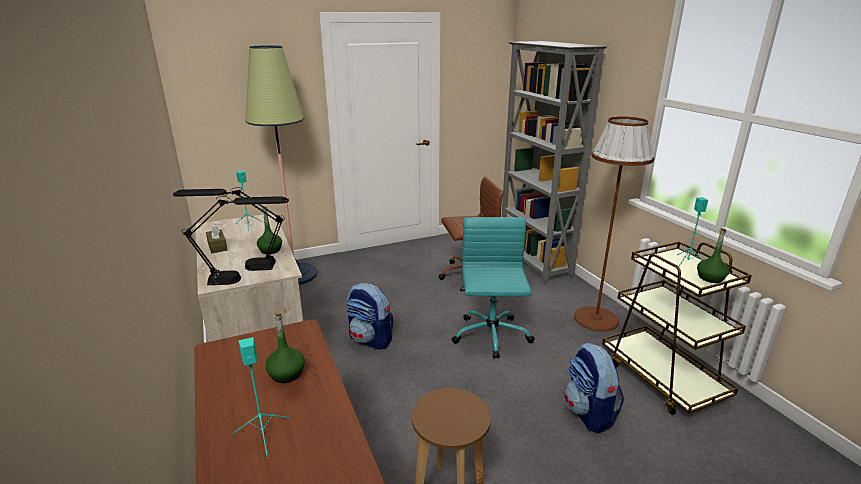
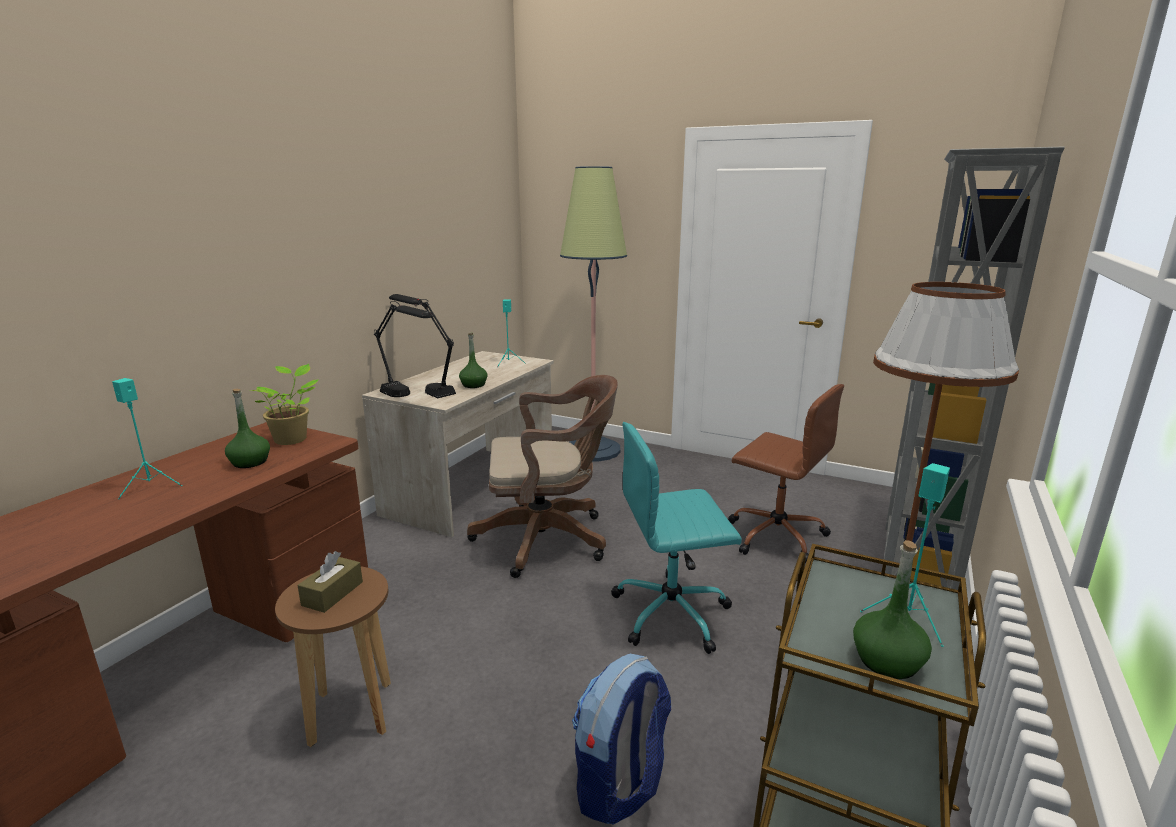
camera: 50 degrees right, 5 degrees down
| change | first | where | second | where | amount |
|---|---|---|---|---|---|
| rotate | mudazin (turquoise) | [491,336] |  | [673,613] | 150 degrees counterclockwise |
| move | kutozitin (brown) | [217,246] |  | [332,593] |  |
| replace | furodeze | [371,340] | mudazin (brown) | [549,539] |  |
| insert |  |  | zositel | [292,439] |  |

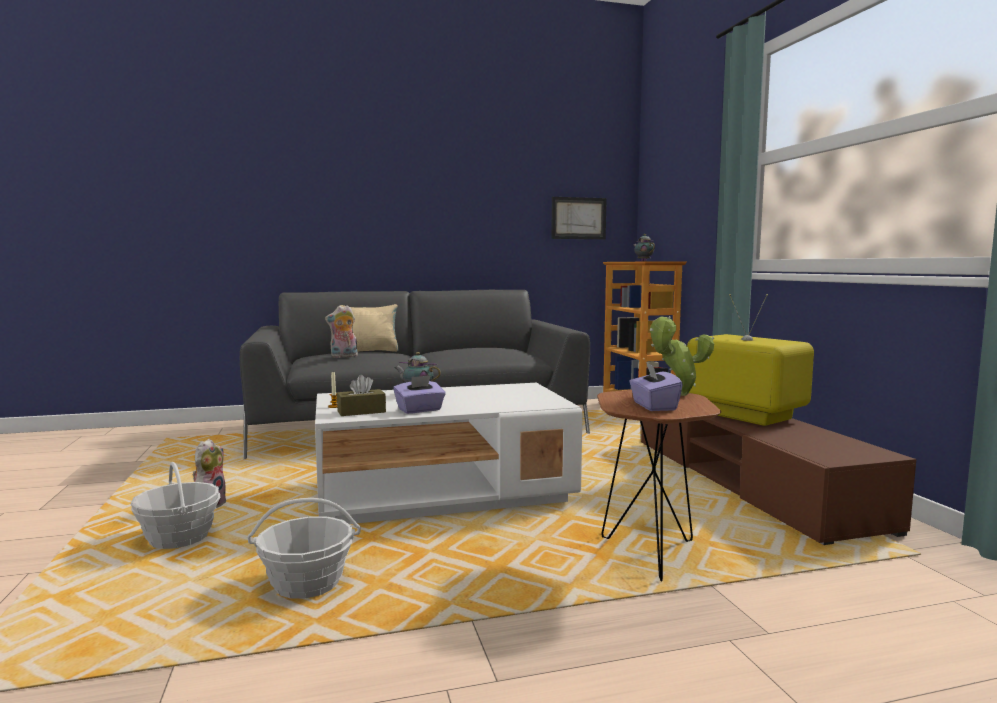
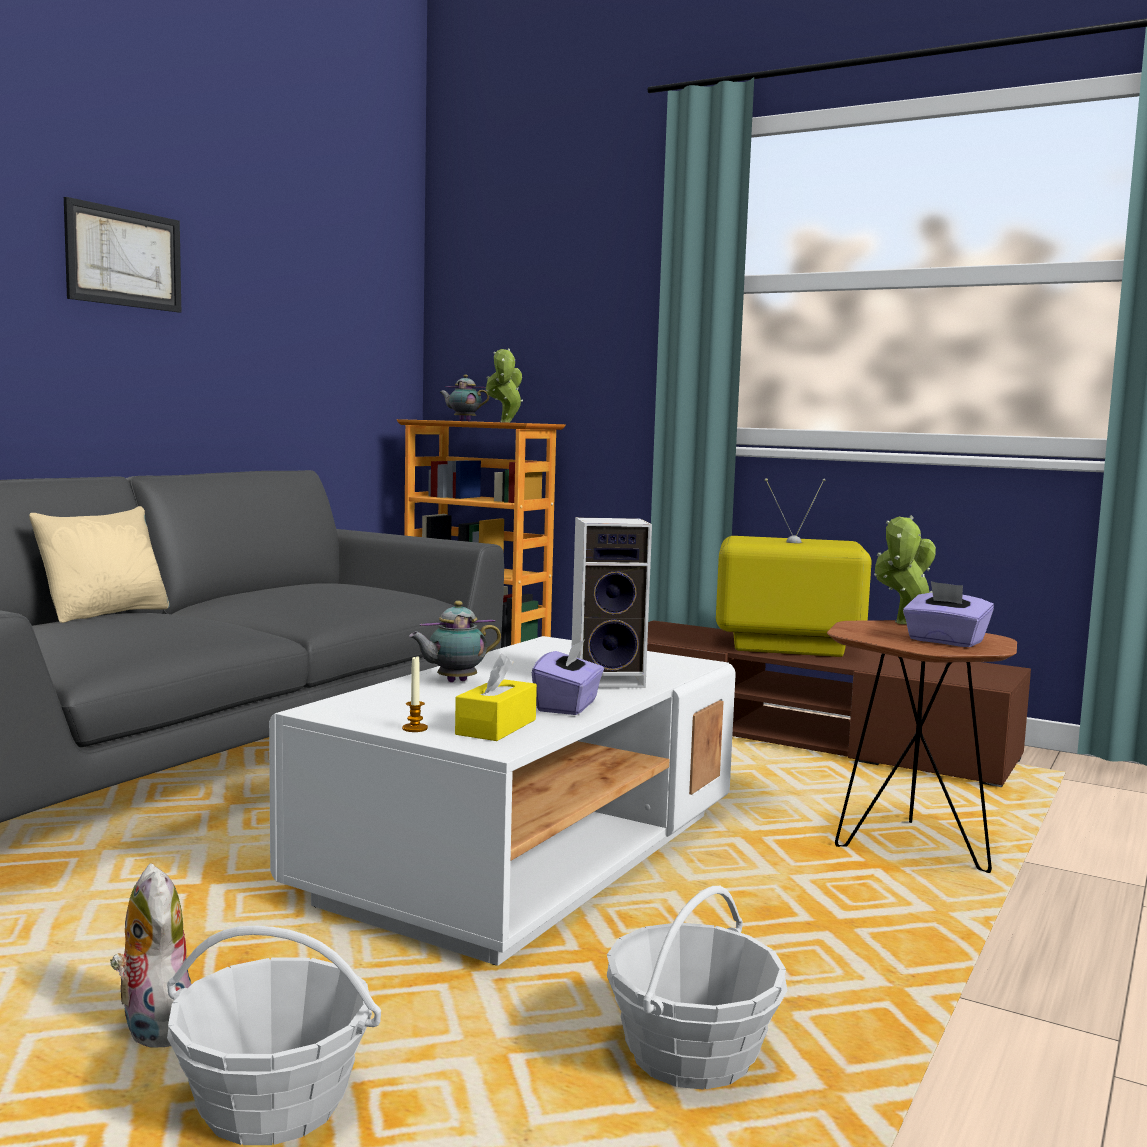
camera: 45 degrees left, 0 degrees up
| change | first | where | second | where | amount |
|---|---|---|---|---|---|
| move | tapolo | [578,218] |  | [124,258] |  |
| delete | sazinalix | [343,356] |  |  |  |
| recolor | kutozitin (brown) | [361,411] | kutozitin (yellow) | [496,727] |  |
| insert |  |  | zositel | [505,422] |  |
| insert |  |  | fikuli | [610,680] |  |

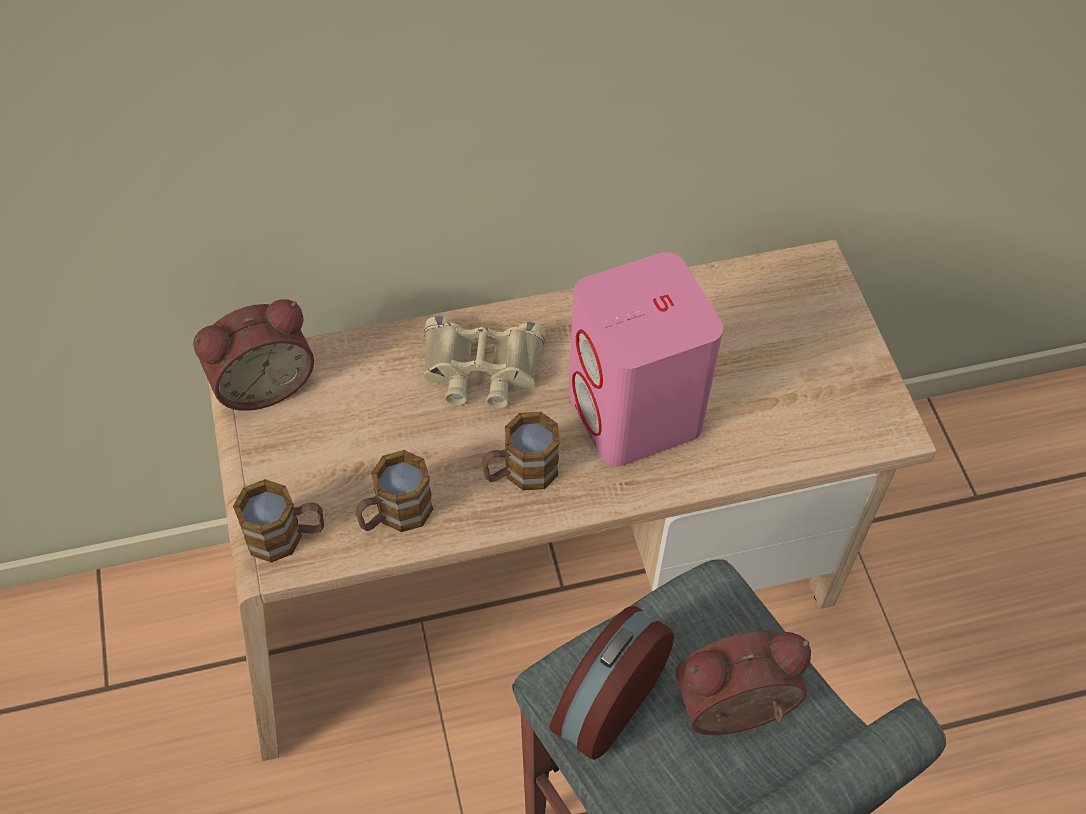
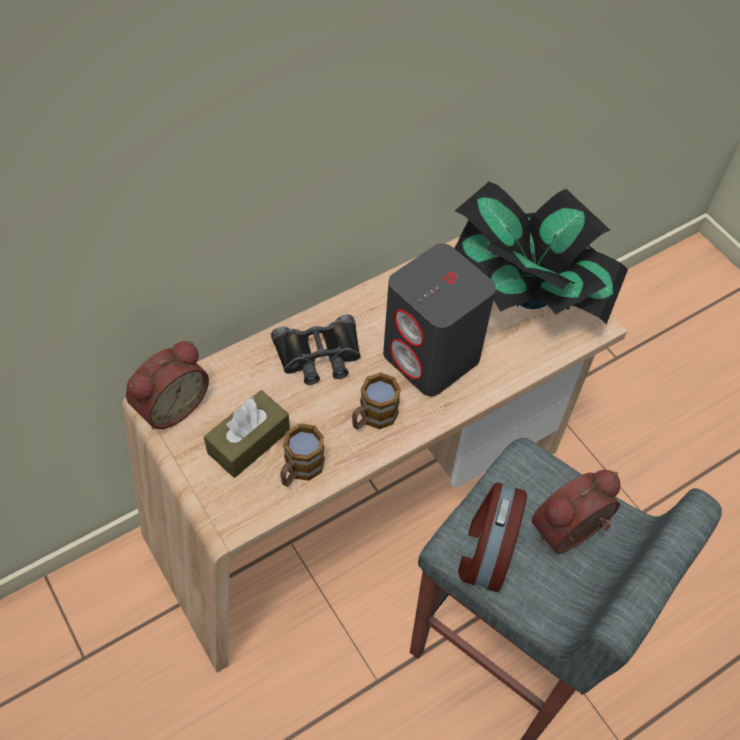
camera: 20 degrees left, 0 degrees up
| change | first | where | second | where | amount |
|---|---|---|---|---|---|
| recolor | fikuli (pink) | [635,412] | fikuli (grey) | [432,357] |  |
| recolor | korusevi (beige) | [481,369] | korusevi (black) | [319,355] |  |
| delete | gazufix | [286,536] |  |  |  |
| insert |  |  | zositel | [528,295] |  |
| insert |  |  | kutozitin (brown) | [249,441] |  |

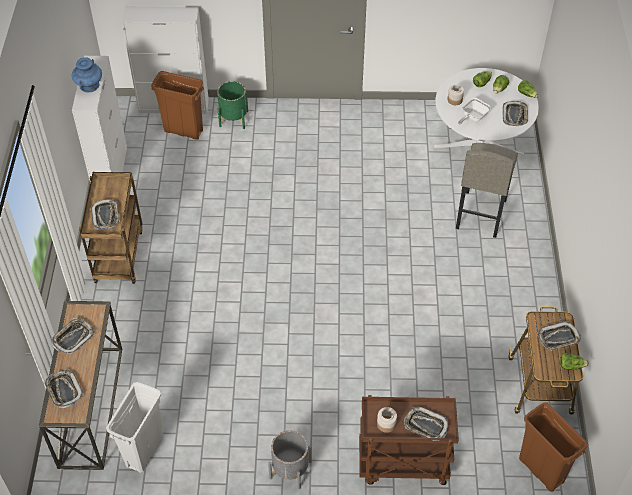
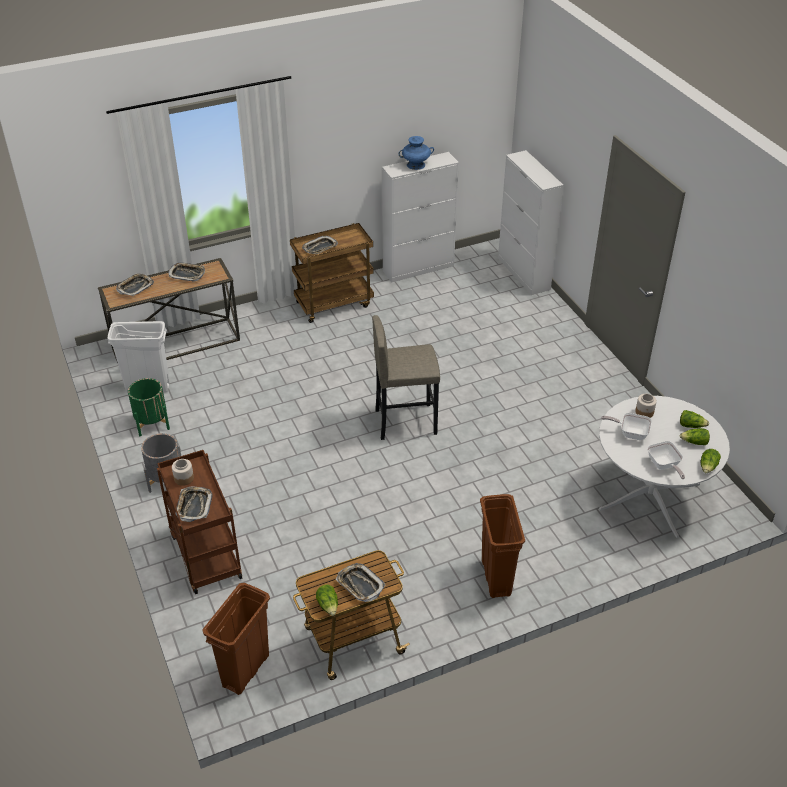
camera: 65 degrees right, 10 degrees down
| change | first | where | second | where | amount |
|---|---|---|---|---|---|
| move | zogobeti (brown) | [184,131] |  | [496,577] |  |
| move | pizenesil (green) | [233,119] |  | [152,423] |  |
| replace | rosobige | [515,115] | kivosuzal | [664,466] |  |
| move | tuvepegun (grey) | [480,214] |  | [405,421] |  |

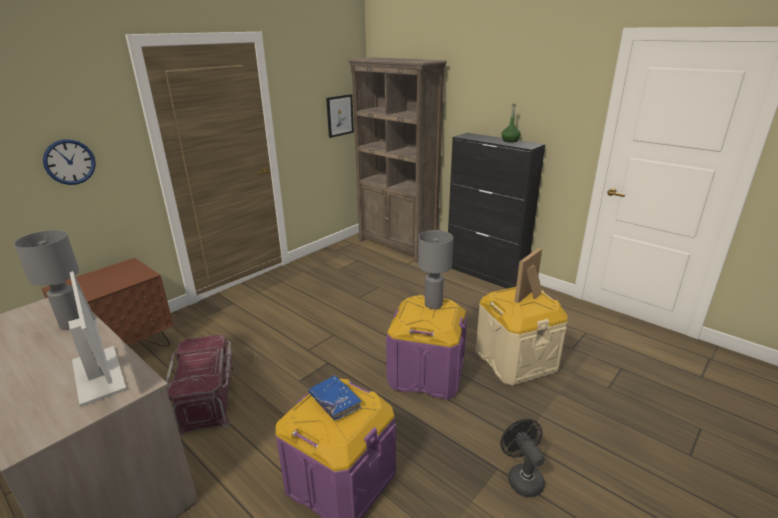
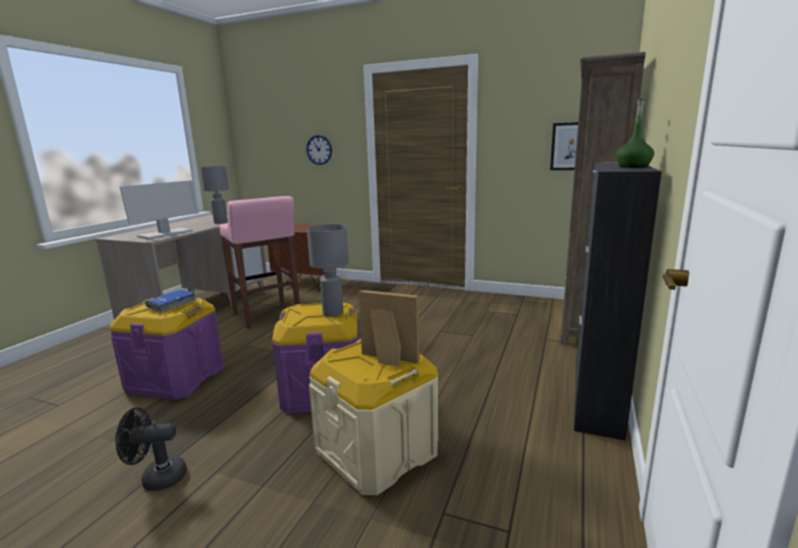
camera: 70 degrees right, 10 degrees down
| change | first | where | second | where | amount |
|---|---|---|---|---|---|
| replace | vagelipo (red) | [207,397] | tuvepegun (pink) | [267,315] |  |
| rotate | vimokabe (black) | [521,477] |  | [157,478] | 150 degrees counterclockwise |

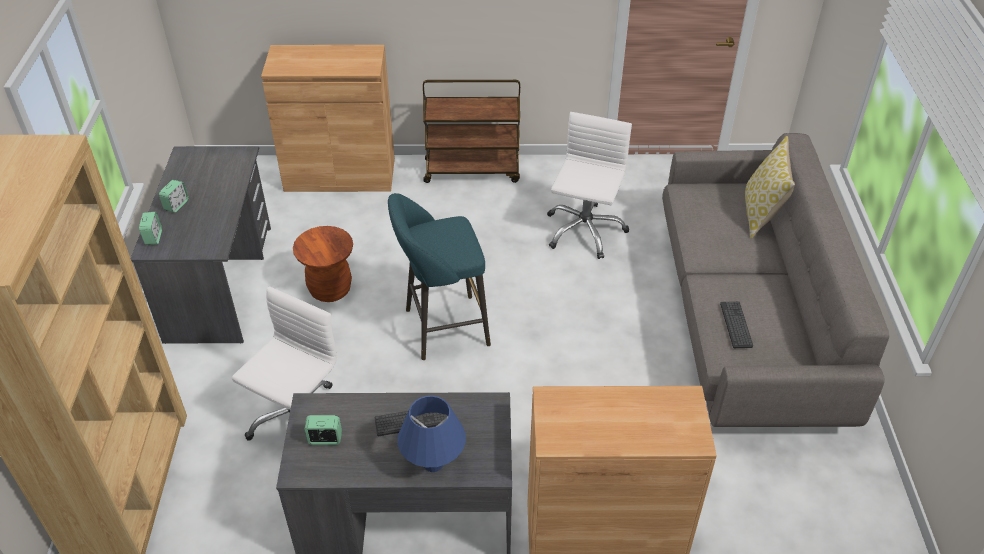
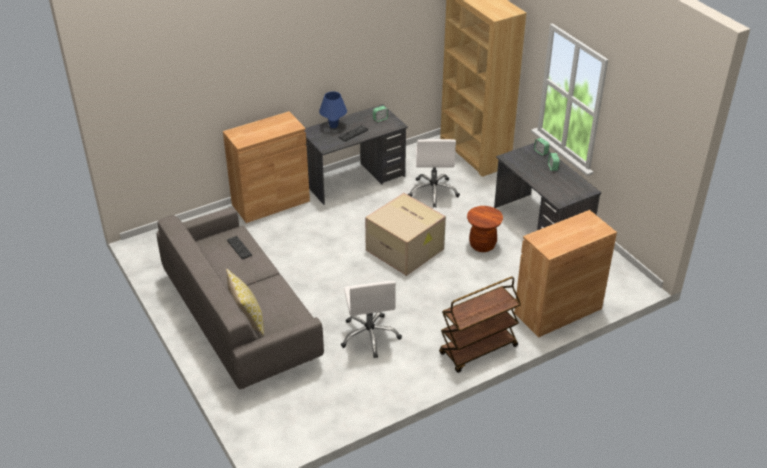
camera: 150 degrees right, 5 degrees down
| change | first | where | second | where | amount |
|---|---|---|---|---|---|
| replace | tuvepegun (turquoise) | [441,328] | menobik | [406,249] |  |

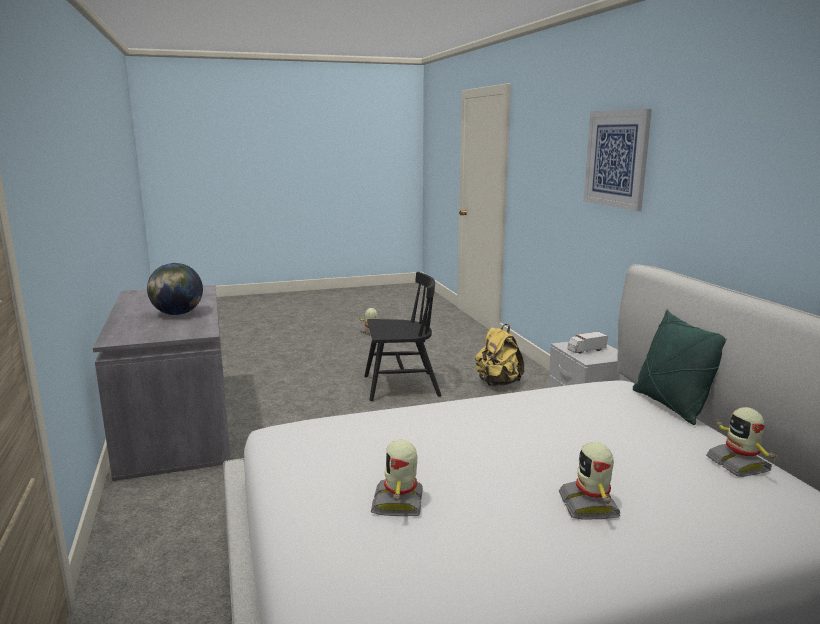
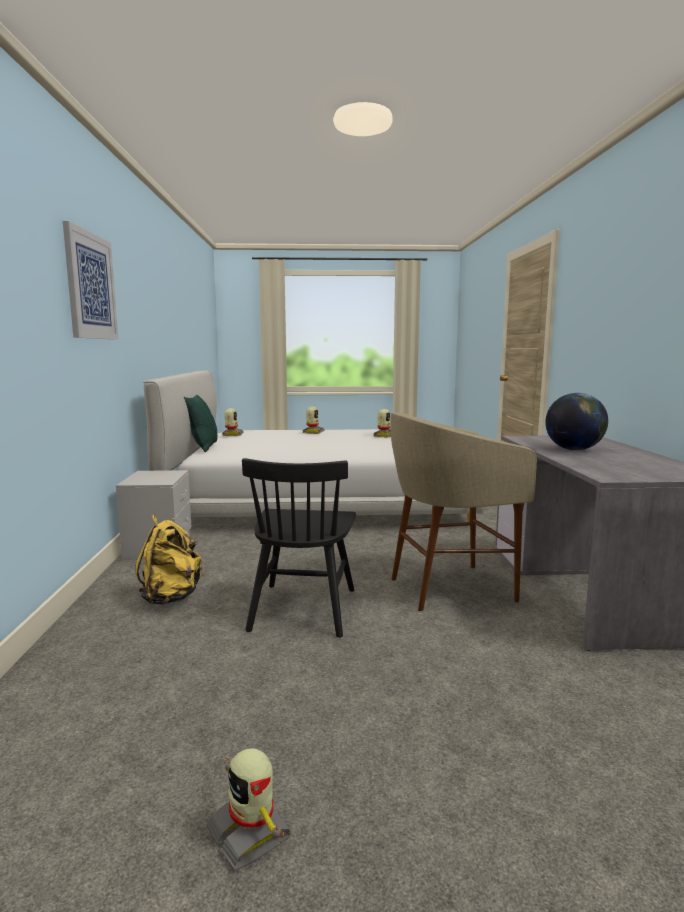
camera: 165 degrees left, 5 degrees down
| change | first | where | second | where | amount |
|---|---|---|---|---|---|
| rotate | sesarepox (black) | [400,386] |  | [303,609] | 90 degrees counterclockwise |
| delete | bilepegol | [586,350] |  |  |  |
| insert |  |  | tuvepegun (beige) | [450,588] |  |

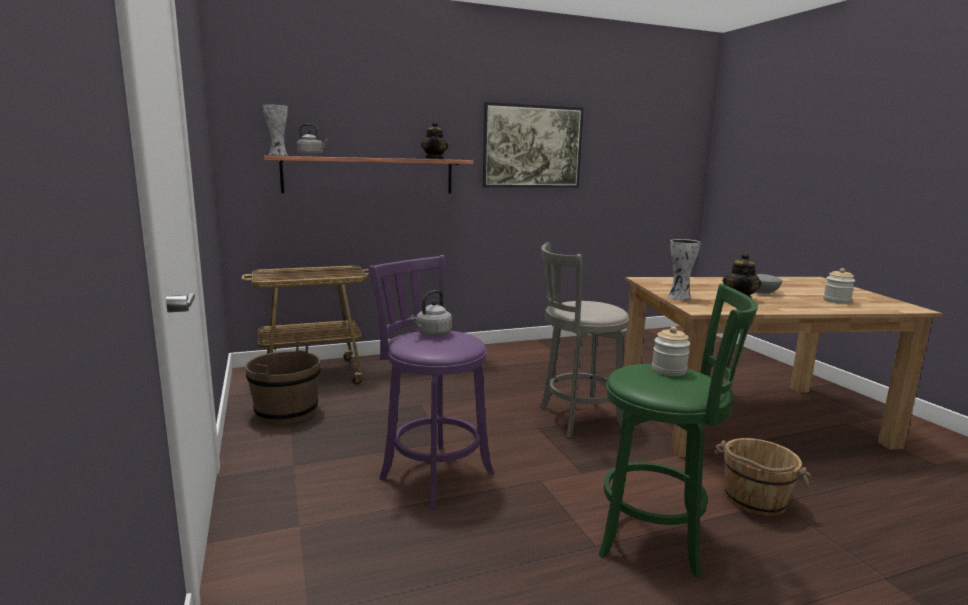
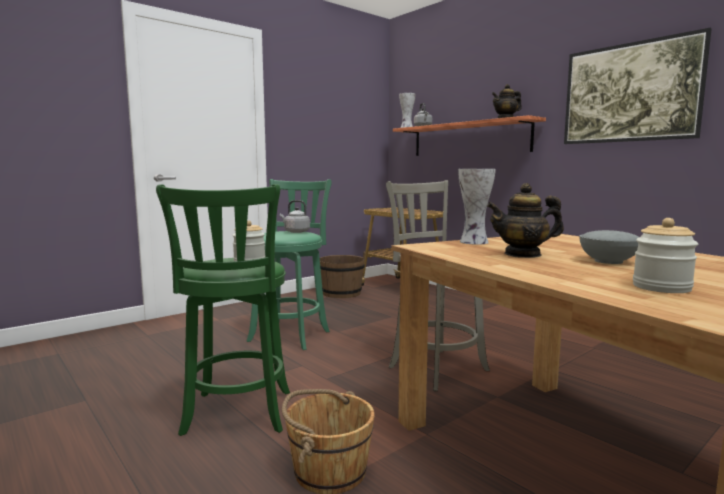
camera: 70 degrees right, 5 degrees down
| change | first | where | second | where | amount |
|---|---|---|---|---|---|
| recolor | tuvepegun (purple) | [432,473] | tuvepegun (green) | [291,335] |  |

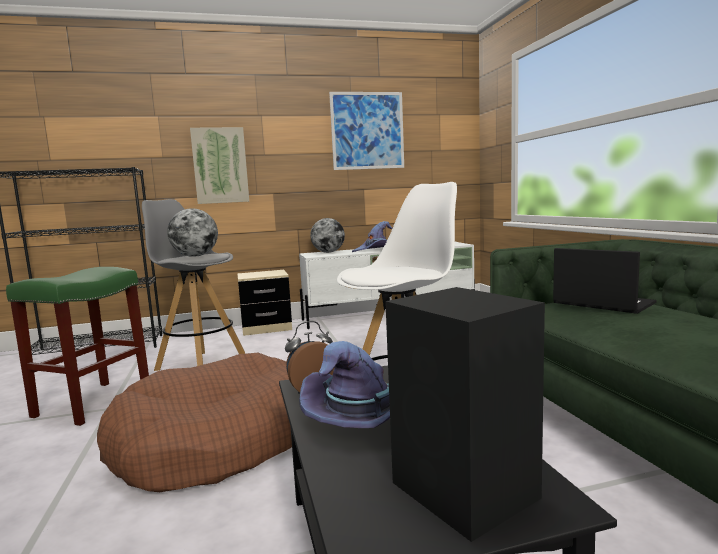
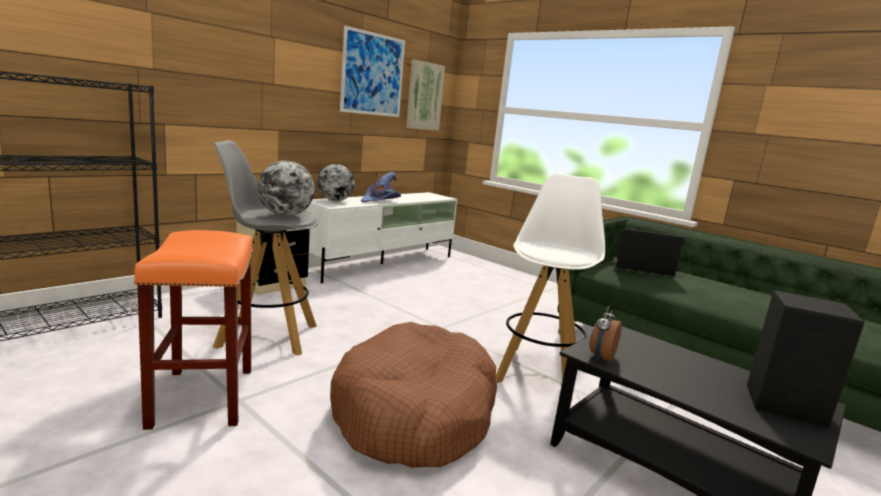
camera: 35 degrees left, 5 degrees up
| change | first | where | second | where | amount |
|---|---|---|---|---|---|
| move | tapolo | [220,165] |  | [424,96] |  |
| recolor | tuvepegun (green) | [94,402] | tuvepegun (orange) | [202,396] |  |
| delete | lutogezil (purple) | [361,419] |  |  |  |

